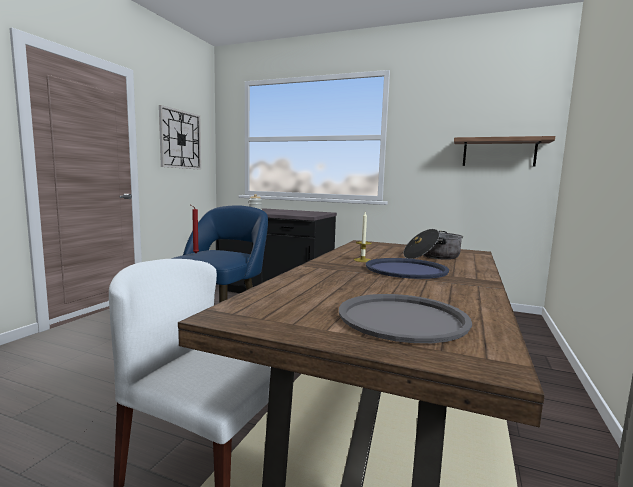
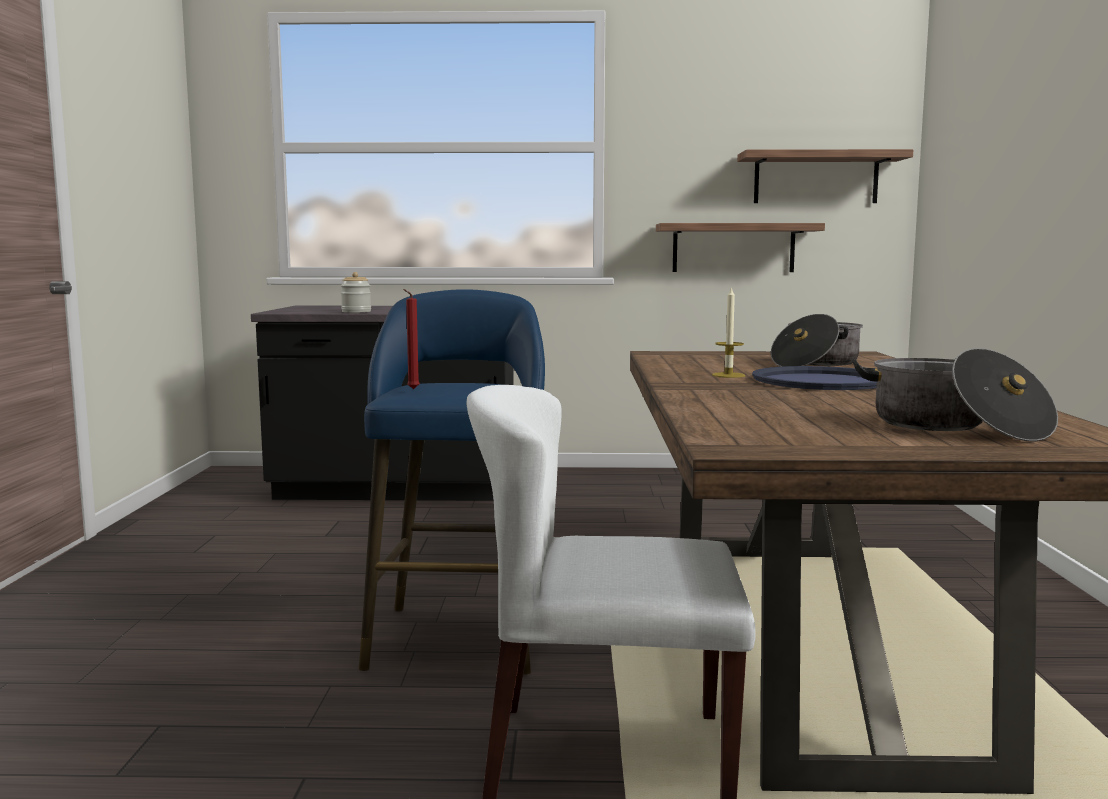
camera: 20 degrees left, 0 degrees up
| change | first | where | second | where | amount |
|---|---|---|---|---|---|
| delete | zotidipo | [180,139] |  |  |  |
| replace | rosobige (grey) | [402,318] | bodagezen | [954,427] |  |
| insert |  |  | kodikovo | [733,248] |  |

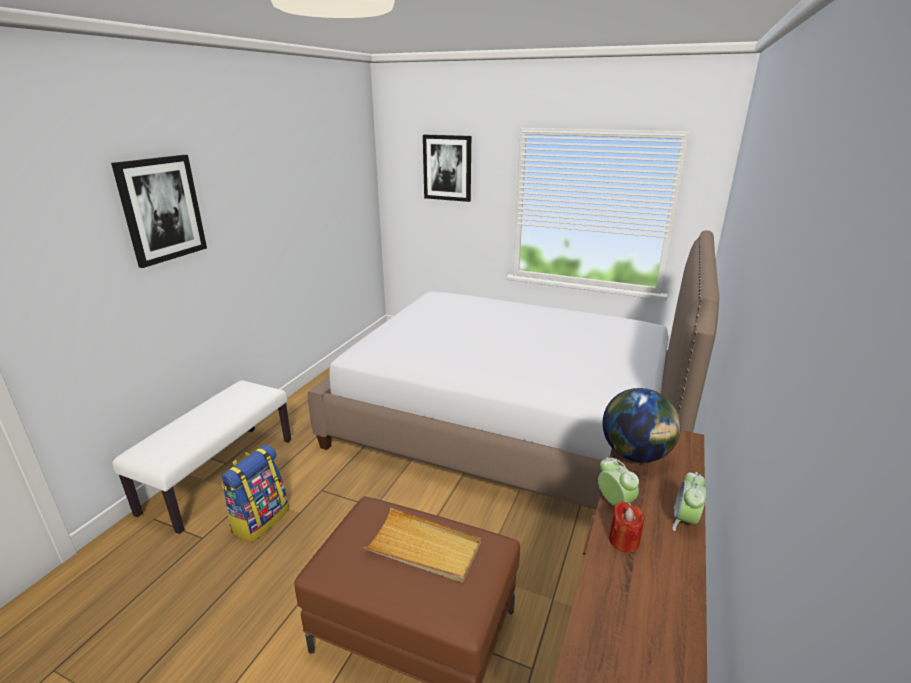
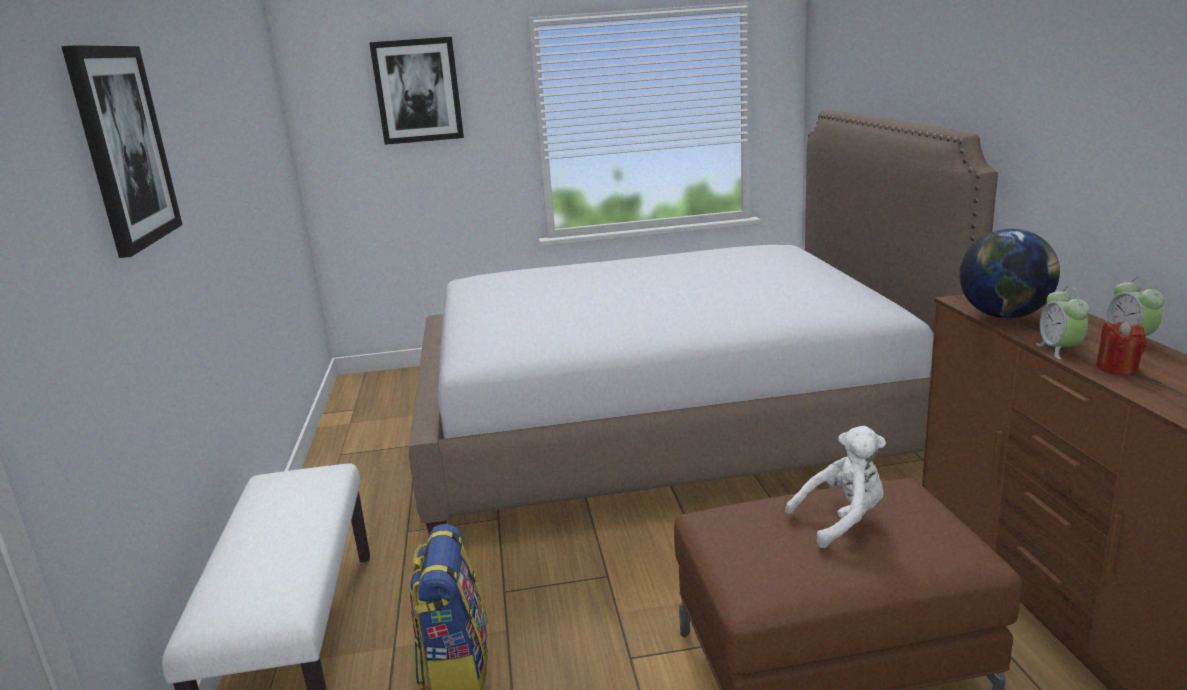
camera: 30 degrees left, 5 degrees down
| change | first | where | second | where | amount |
|---|---|---|---|---|---|
| rotate | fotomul | [614,503] |  | [1059,350] | 120 degrees counterclockwise |
| replace | rosobige (beige) | [424,548] | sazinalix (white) | [842,520] |  |

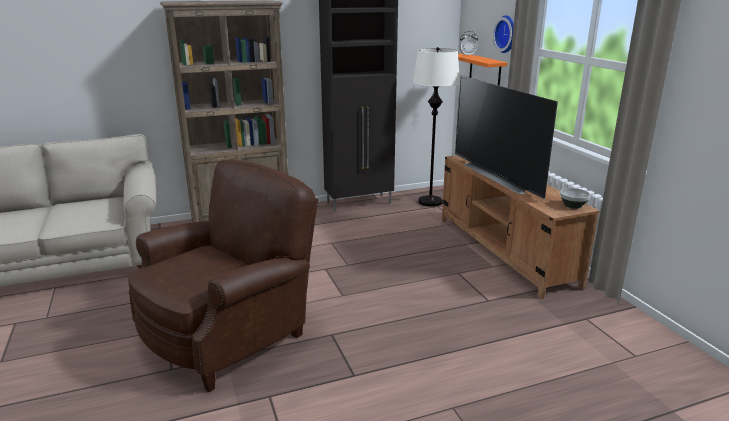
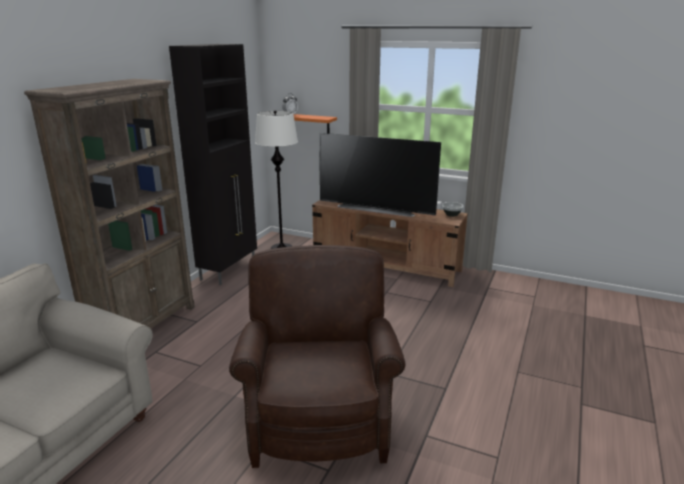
camera: 45 degrees left, 0 degrees up
| change | first | where | second | where | amount |
|---|---|---|---|---|---|
| delete | zotidipo | [507,34] |  |  |  |

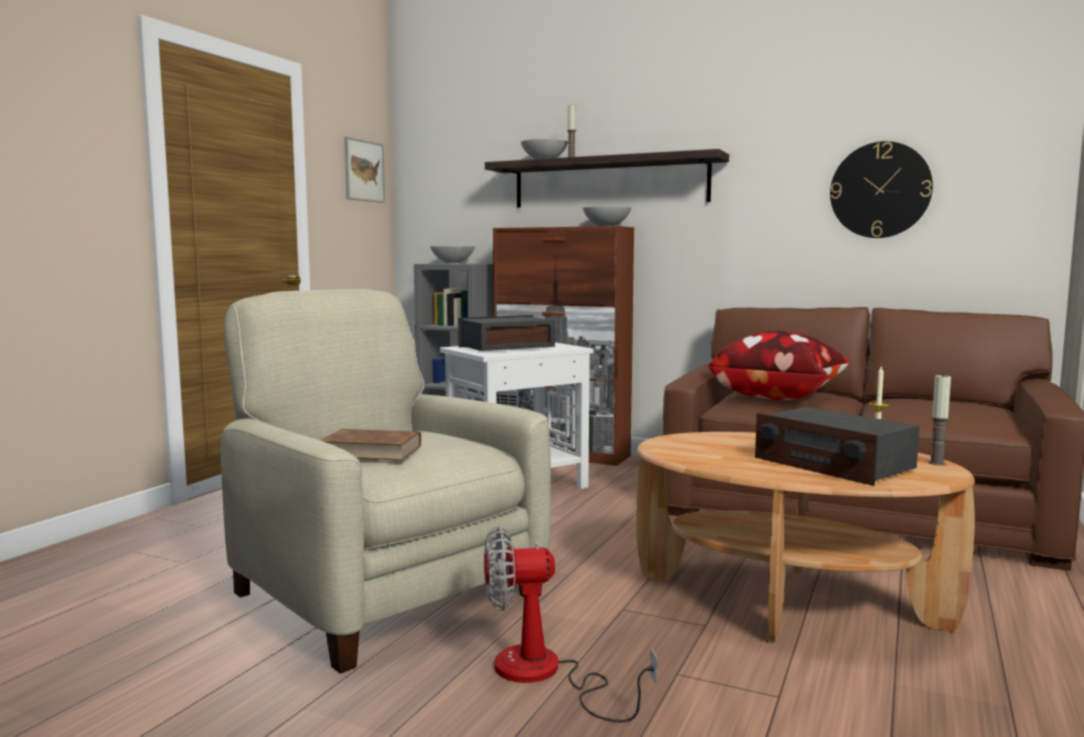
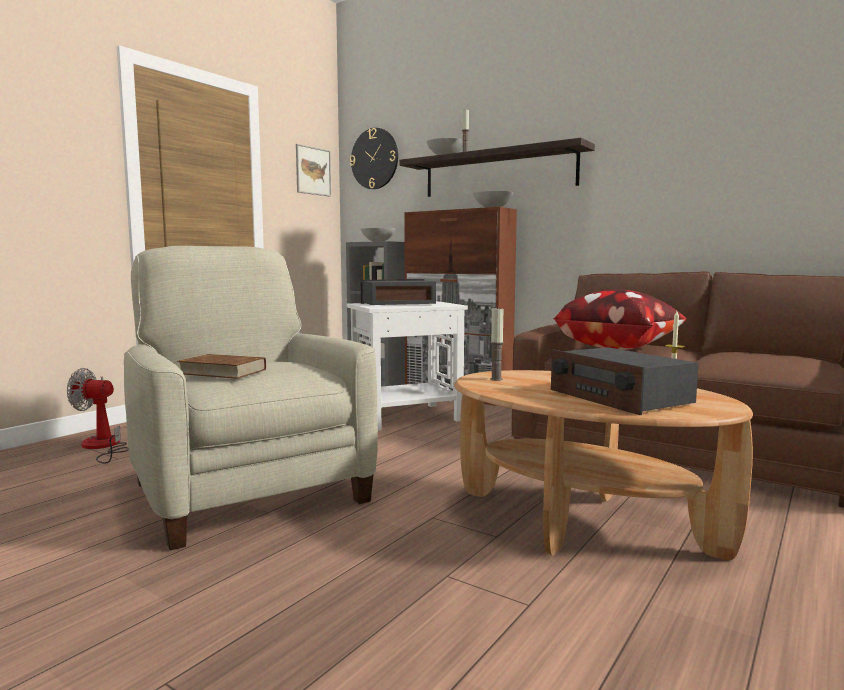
camera: 10 degrees right, 0 degrees up
| change | first | where | second | where | amount |
|---|---|---|---|---|---|
| move | zotidipo | [880,190] |  | [374,159] |  |
| move | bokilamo | [936,463] |  | [496,379] |  |
| move | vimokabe | [545,675] |  | [103,447] |  |

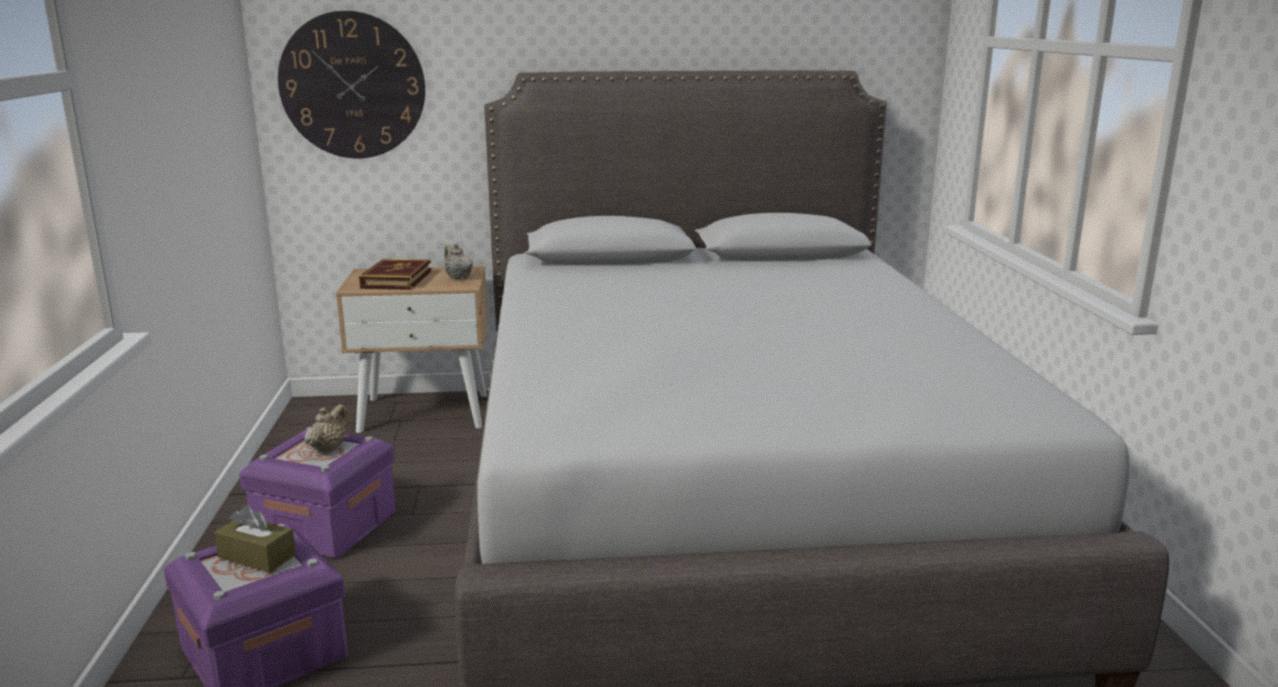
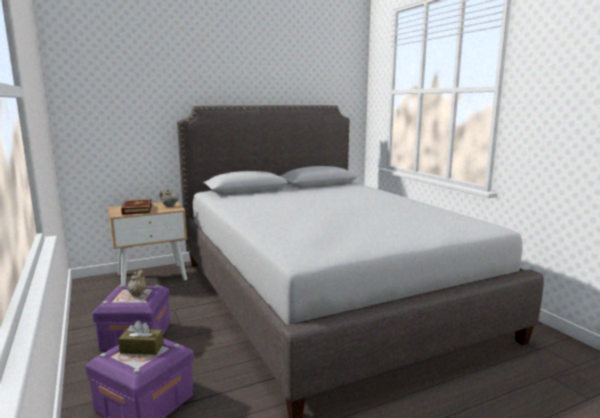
camera: 20 degrees left, 5 degrees down
| change | first | where | second | where | amount |
|---|---|---|---|---|---|
| delete | zotidipo | [352,85] |  |  |  |

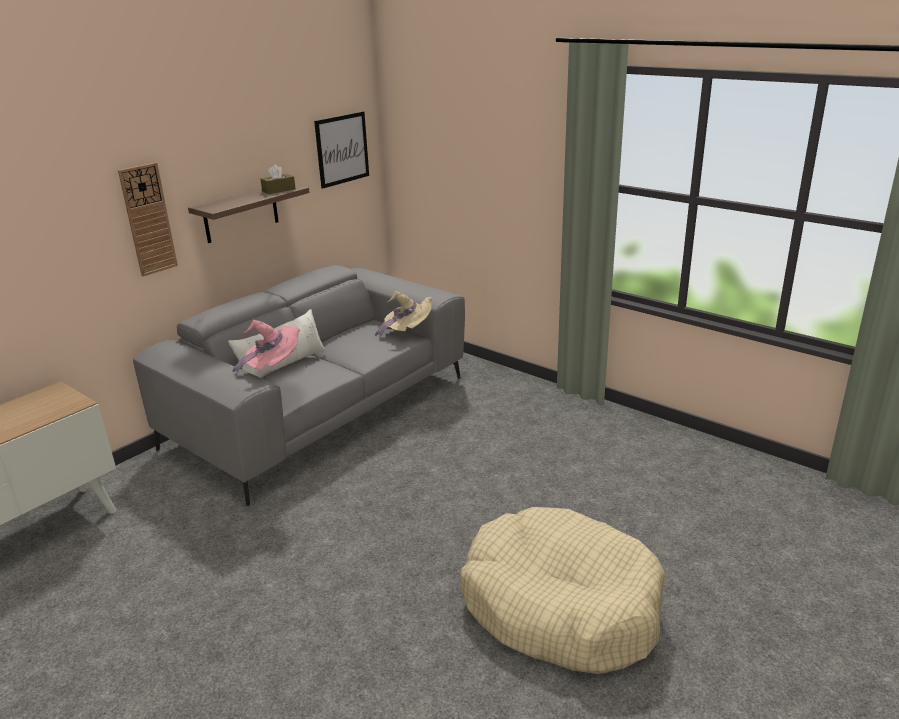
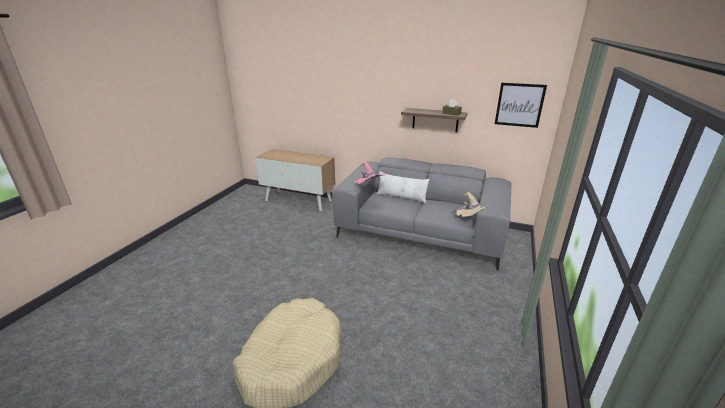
camera: 70 degrees right, 0 degrees up
| change | first | where | second | where | amount |
|---|---|---|---|---|---|
| delete | zotidipo | [148,219] |  |  |  |

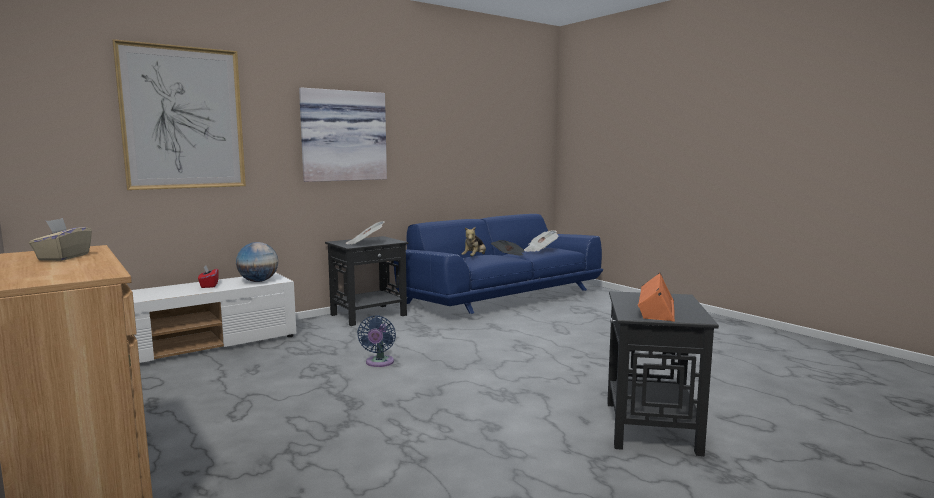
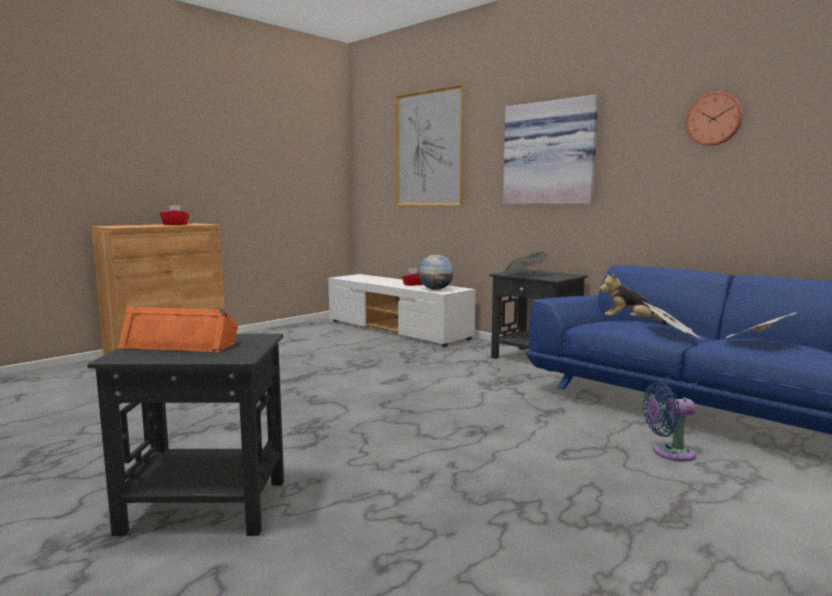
camera: 80 degrees right, 0 degrees up
| change | first | where | second | where | amount |
|---|---|---|---|---|---|
| recolor | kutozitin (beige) | [63,257] | kutozitin (red) | [175,224] |  |
| move | vimokabe (blue) | [379,363] |  | [669,452] |  |
| insert |  |  | zotidipo | [714,119] |  |

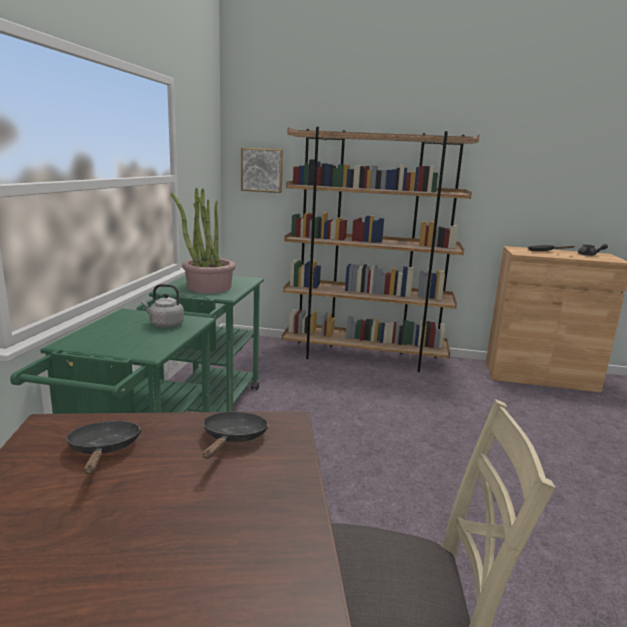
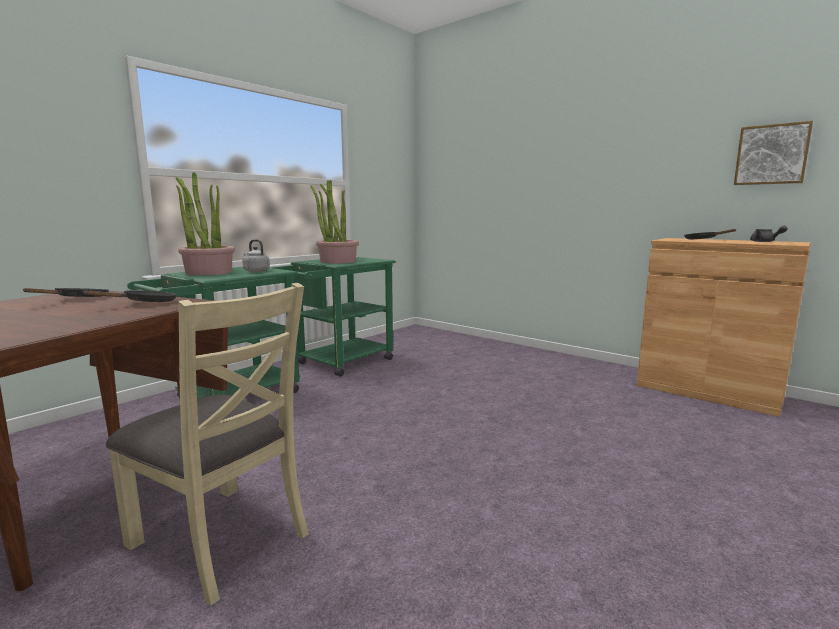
camera: 30 degrees right, 5 degrees down
| change | first | where | second | where | amount |
|---|---|---|---|---|---|
| delete | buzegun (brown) | [364,357] |  |  |  |
| move | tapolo | [262,170] |  | [771,155] |  |
| insert |  |  | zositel | [208,272] |  |

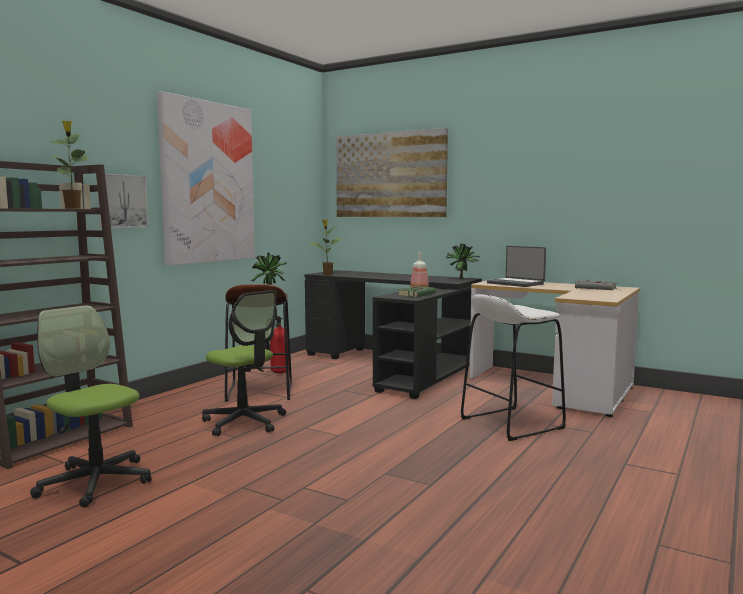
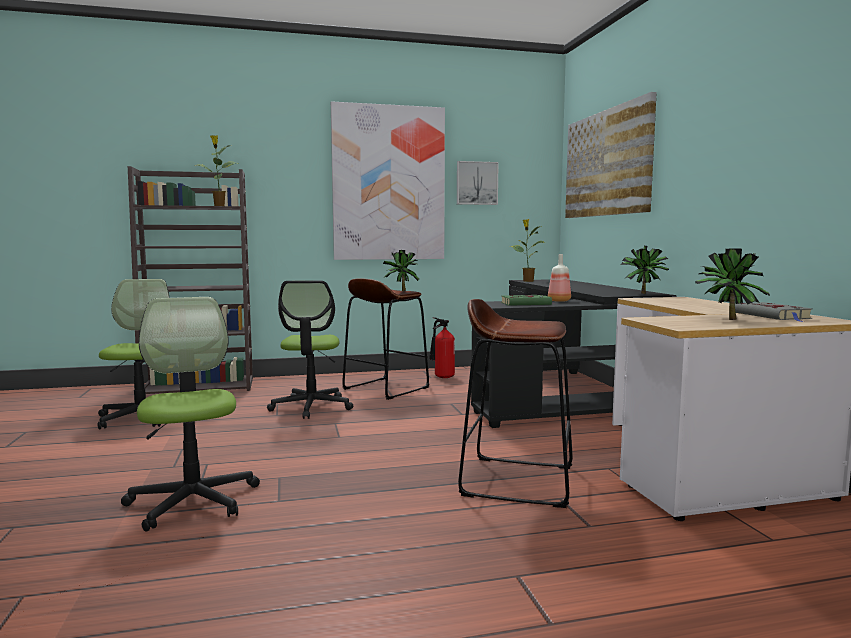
camera: 45 degrees right, 0 degrees up
| change | first | where | second | where | amount |
|---|---|---|---|---|---|
| move | tapolo | [121,201] |  | [476,183] |  |
| delete | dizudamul | [516,283] |  |  |  |
| recolor | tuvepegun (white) | [511,423] | tuvepegun (brown) | [517,480] |  |
| insert |  |  | zositel | [726,319] |  |
| insert |  |  | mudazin | [193,501] |  |

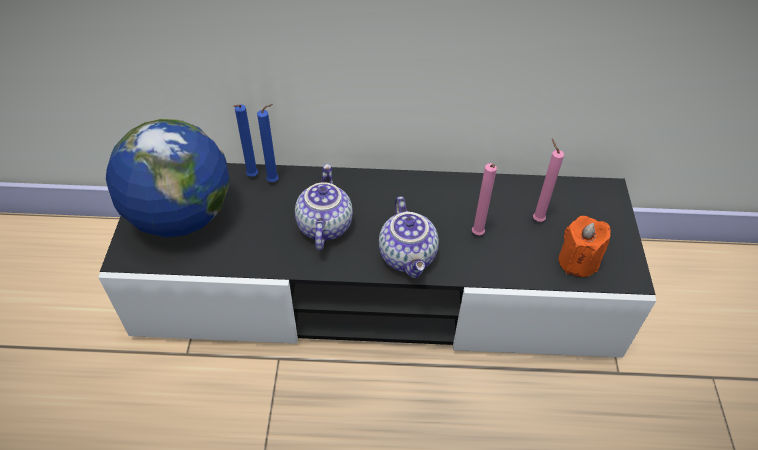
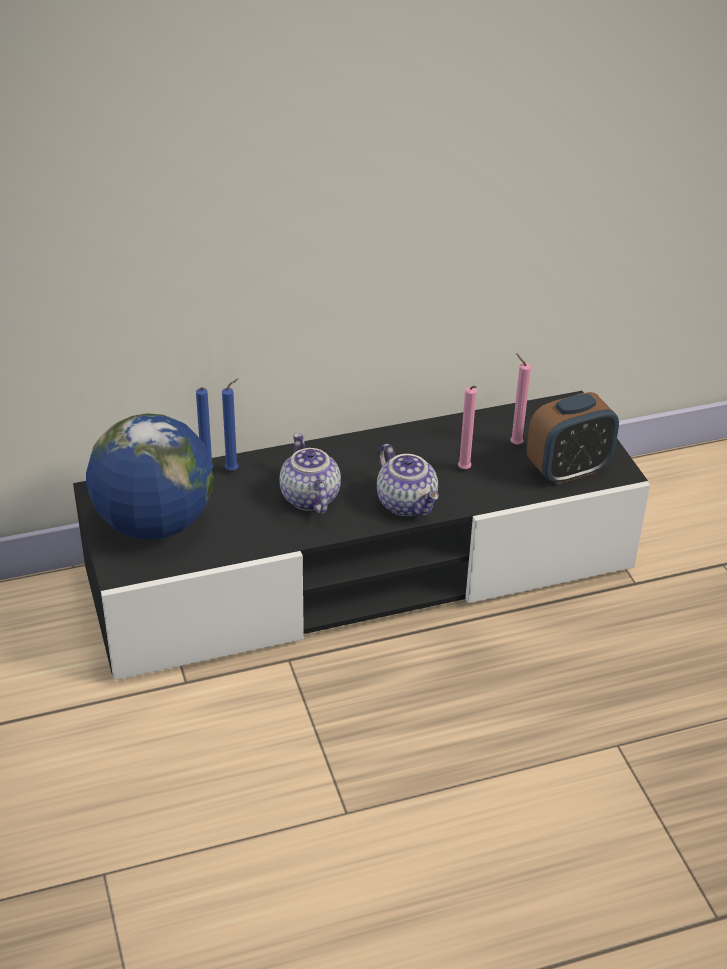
camera: 20 degrees left, 10 degrees down
| change | first | where | second | where | amount |
|---|---|---|---|---|---|
| replace | bokilamo (orange) | [577,261] | fotomul | [568,470] |  |

